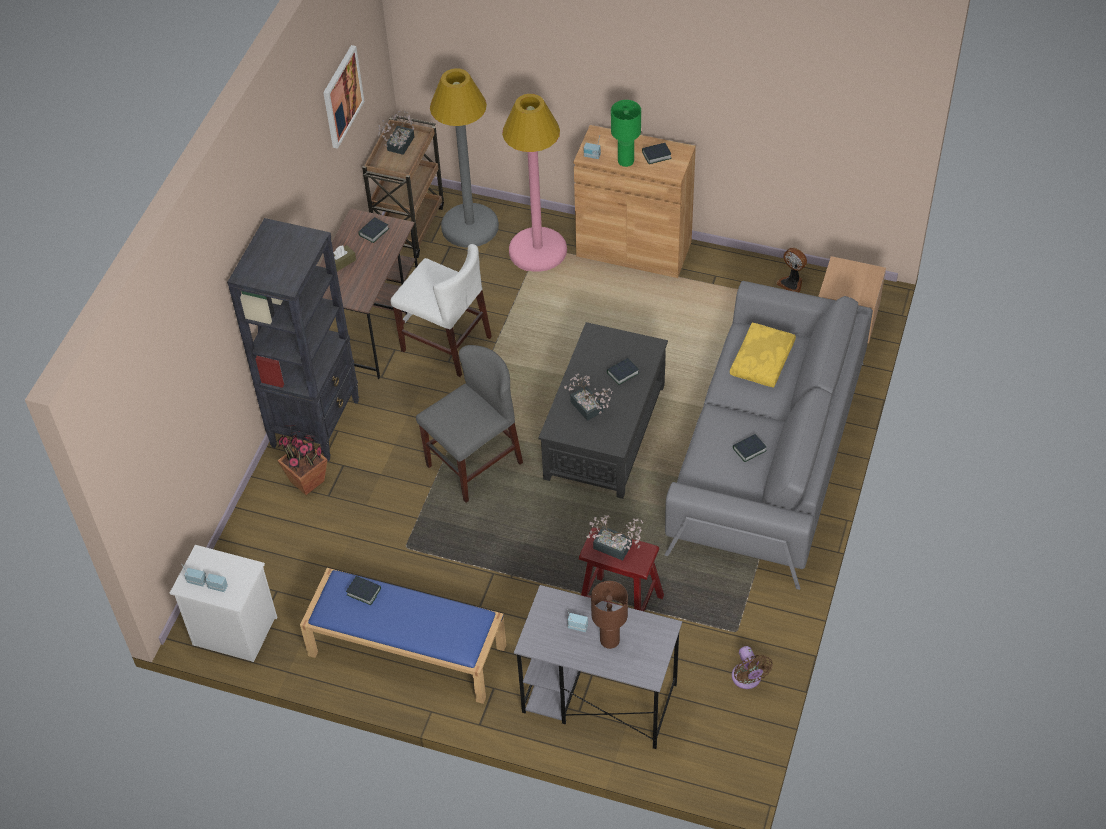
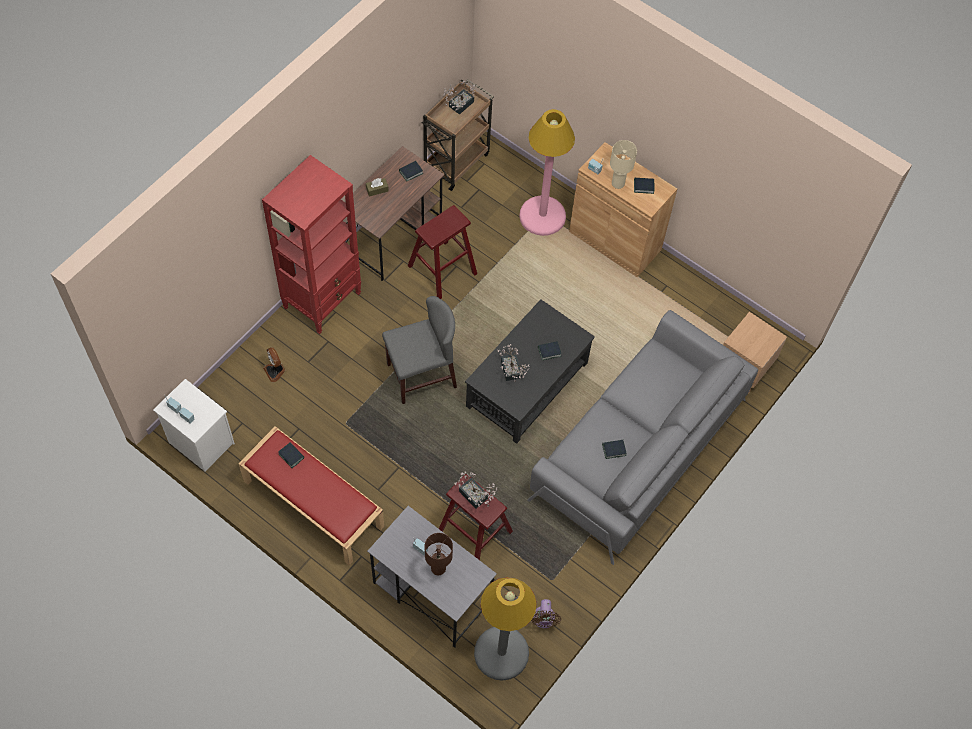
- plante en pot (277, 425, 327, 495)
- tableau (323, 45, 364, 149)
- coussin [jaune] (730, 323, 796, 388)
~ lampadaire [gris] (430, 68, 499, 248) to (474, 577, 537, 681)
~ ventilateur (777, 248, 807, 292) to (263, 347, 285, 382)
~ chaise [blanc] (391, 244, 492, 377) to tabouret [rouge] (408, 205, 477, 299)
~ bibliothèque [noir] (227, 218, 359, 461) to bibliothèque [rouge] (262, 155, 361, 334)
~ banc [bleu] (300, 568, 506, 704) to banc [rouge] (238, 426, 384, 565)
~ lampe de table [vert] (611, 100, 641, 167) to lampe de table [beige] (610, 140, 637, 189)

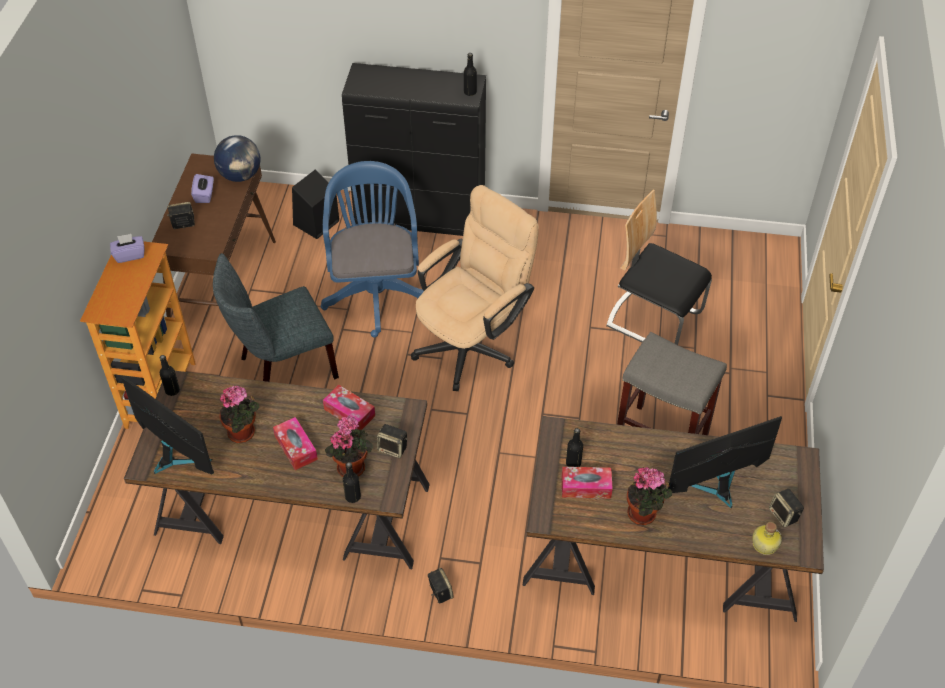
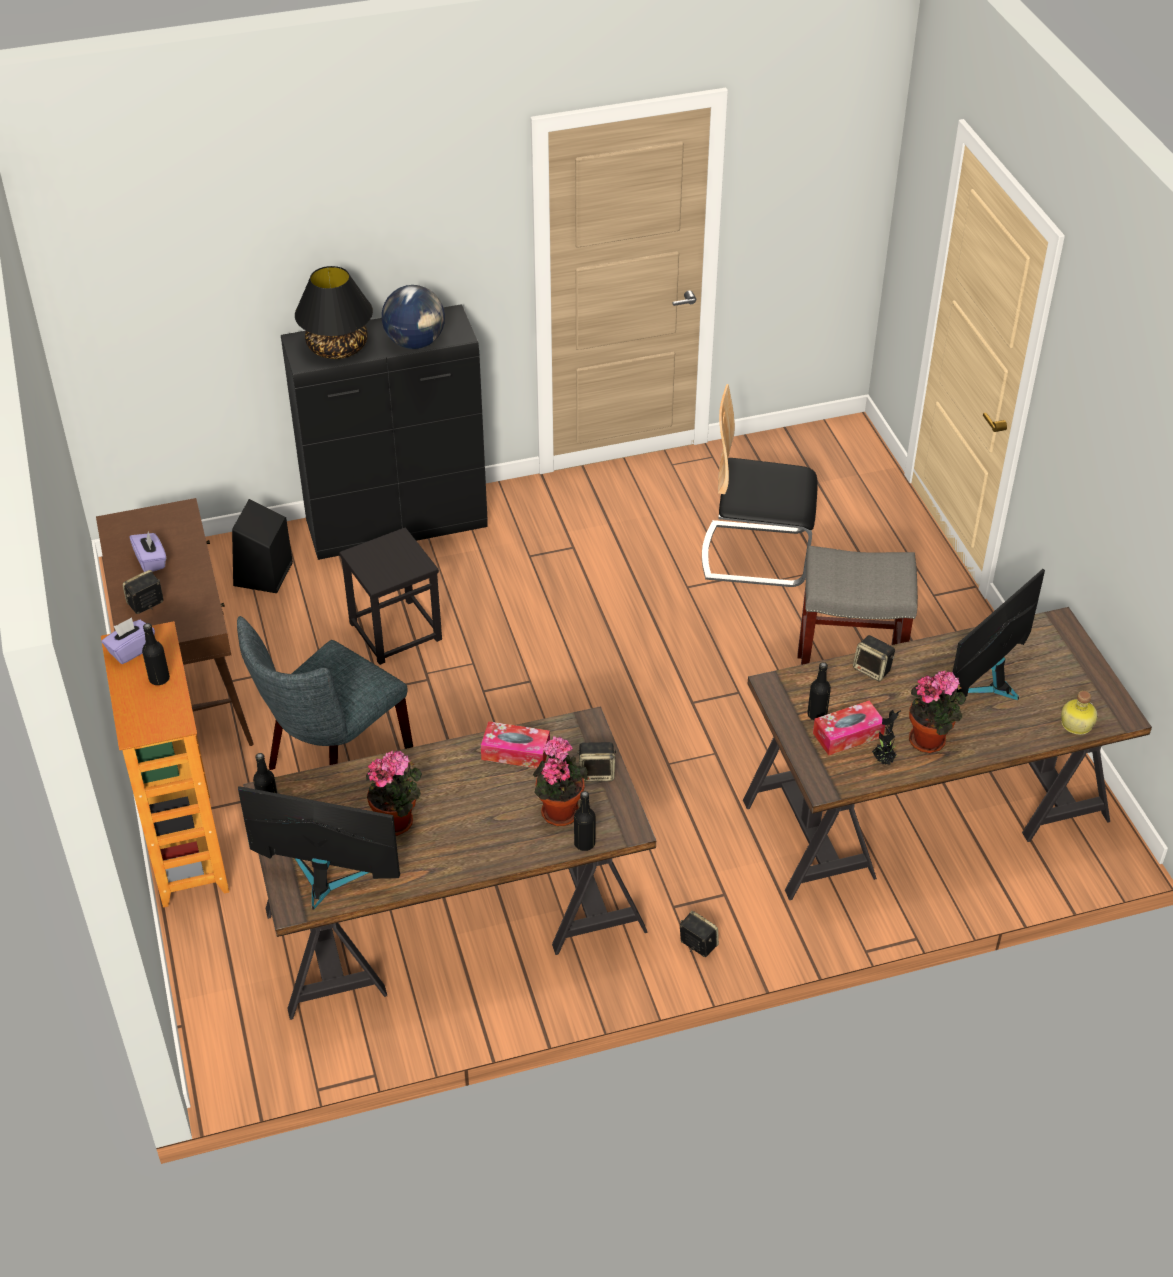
- boîte à mouchoirs (273, 417, 318, 470)
- chaise de bureau [beige] (411, 185, 539, 391)
+ lampe de table [noir] (295, 266, 373, 359)
+ plante en pot (872, 710, 901, 766)
~ globe (214, 135, 261, 182) to (382, 285, 445, 349)
~ bouteille [noir] (464, 53, 477, 96) to (142, 623, 170, 685)
~ enceinte (769, 489, 804, 528) to (853, 635, 895, 682)
~ chaise de bureau [bleu] (321, 161, 424, 338) to tabouret [noir] (339, 527, 442, 665)

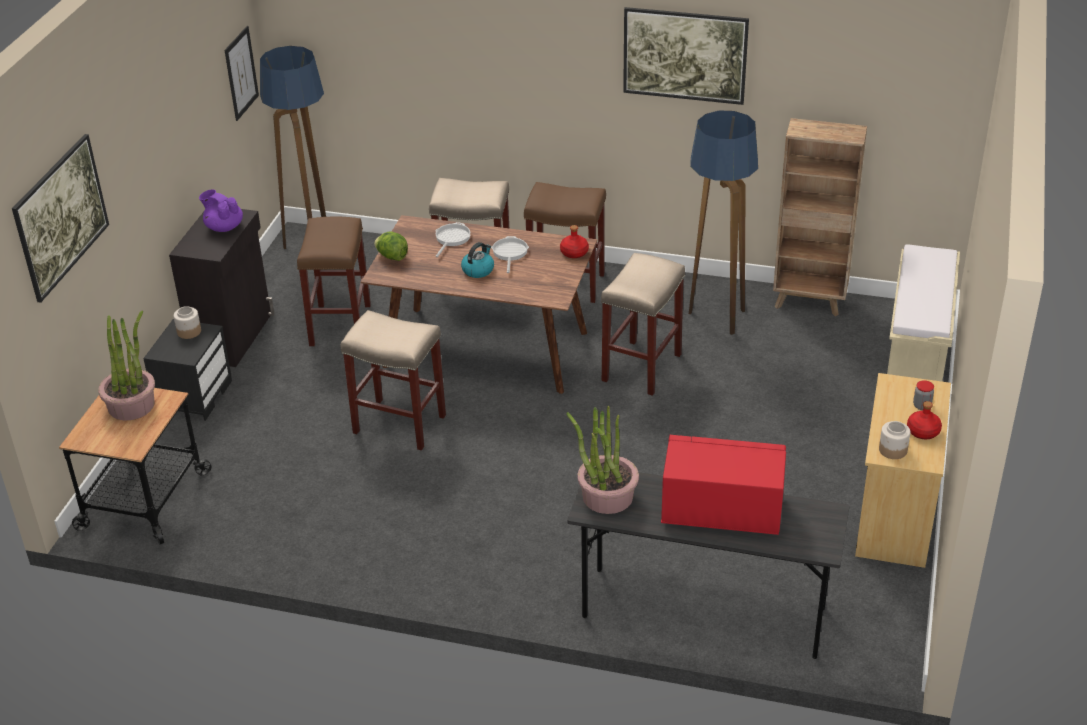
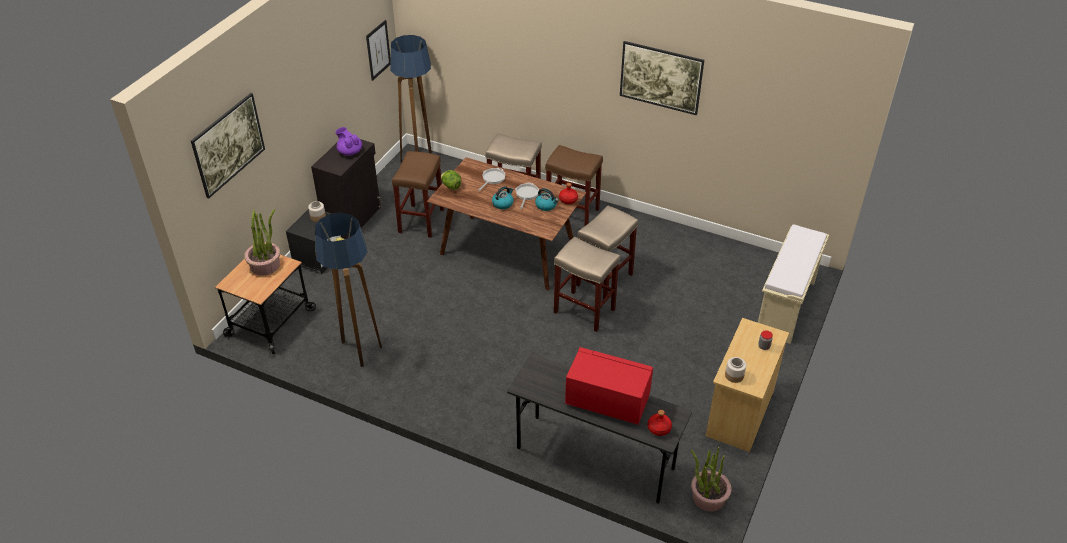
- bibliothèque [marron] (773, 118, 867, 316)
+ bouilloire (535, 188, 559, 211)
~ tabouret [beige] (341, 310, 446, 451) to (554, 236, 620, 332)
~ plante en pot (567, 406, 639, 514) to (691, 447, 732, 512)
~ lampadaire (689, 111, 758, 335) to (315, 213, 382, 367)
~ bouteille [rouge] (907, 401, 942, 439) to (648, 410, 672, 436)

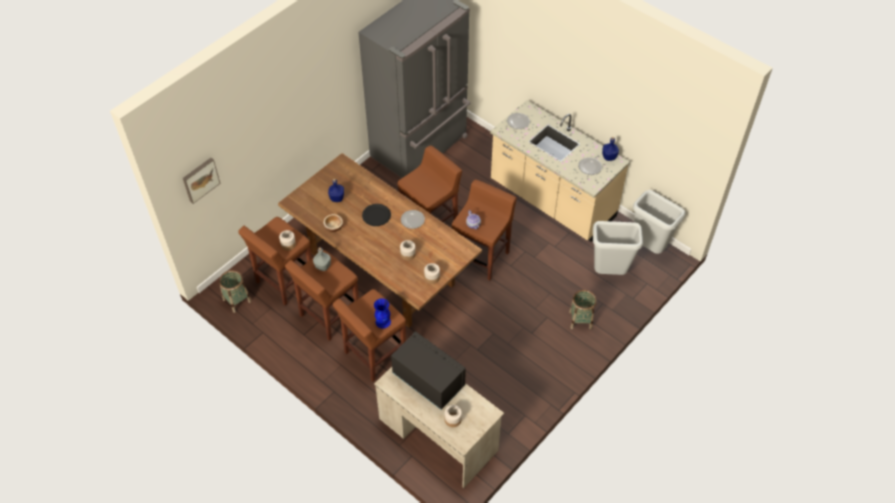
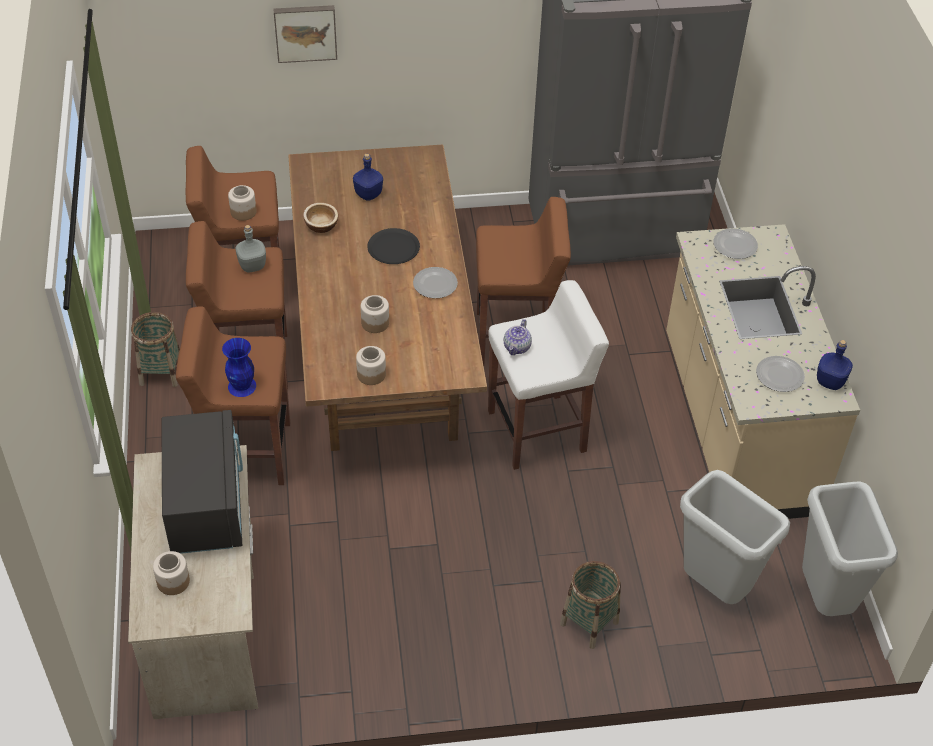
~ tableau (183, 158, 220, 204) to (273, 5, 337, 63)
~ panier (219, 270, 251, 313) to (131, 312, 180, 387)
~ tabouret [marron] (452, 179, 517, 281) to tabouret [blanc] (488, 280, 609, 470)

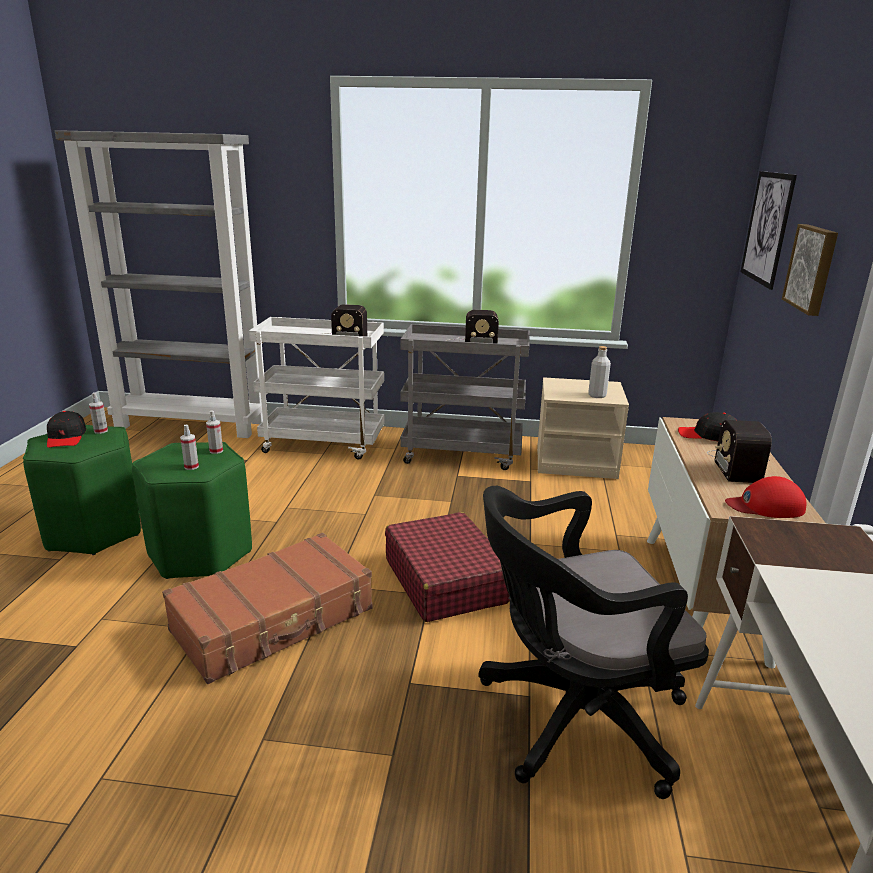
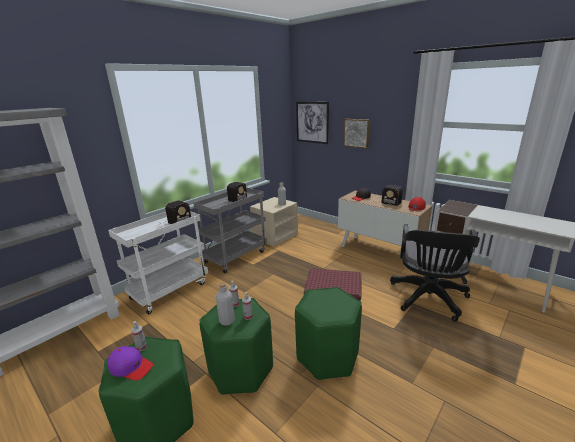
+ bouteille [gris] (216, 282, 235, 326)
~ valise [marron] (162, 533, 373, 684) to tabouret [vert] (295, 287, 362, 380)
~ casquette [noir] (47, 411, 86, 448) to casquette [violet] (107, 346, 153, 380)

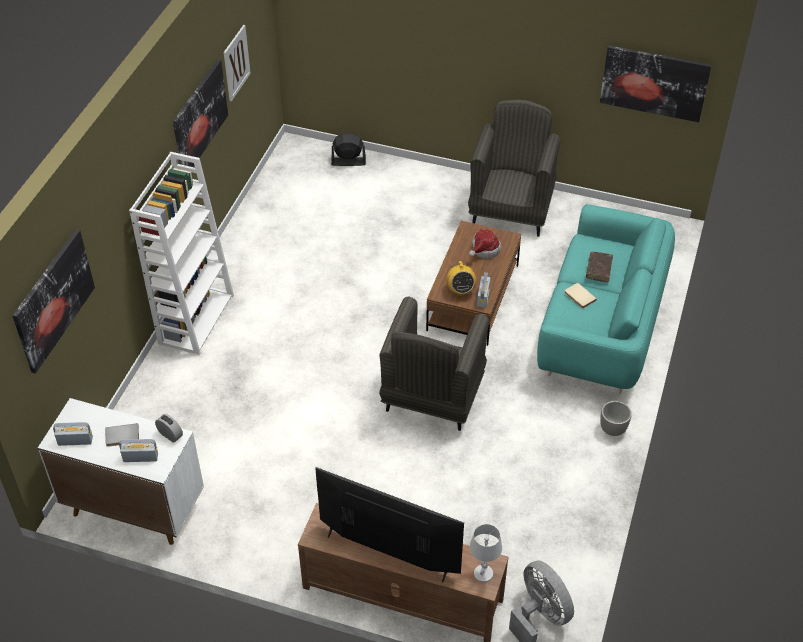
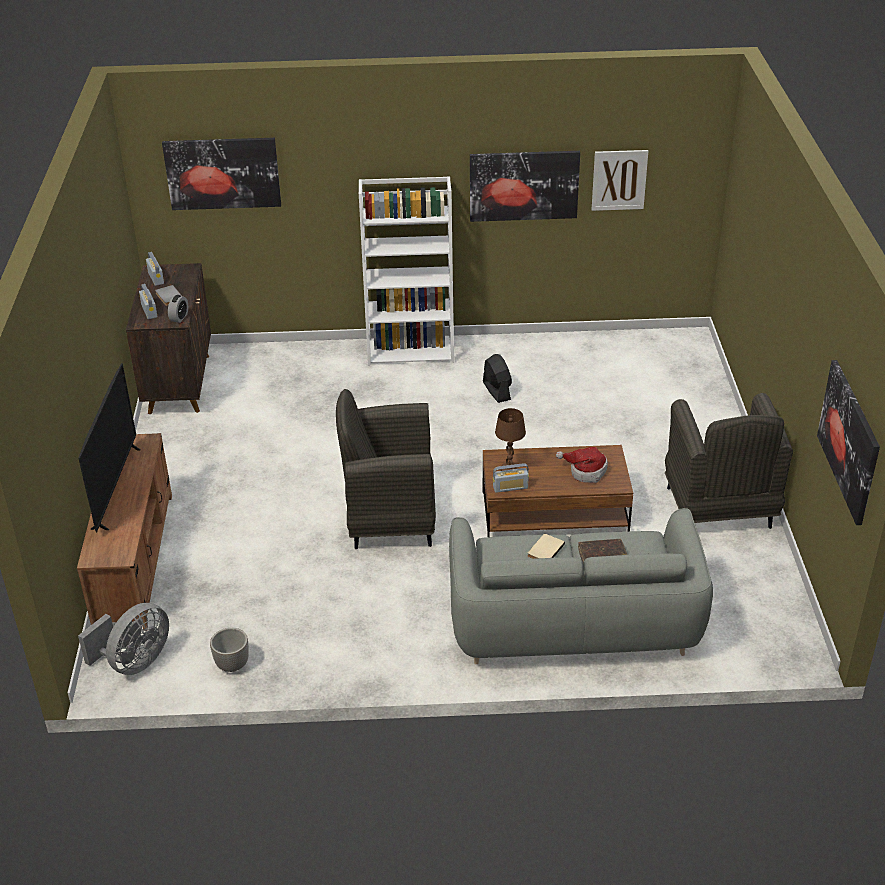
- lampe de table [blanc] (470, 524, 502, 583)
~ ventilateur [noir] (331, 133, 366, 166) to (483, 354, 512, 403)
~ cache-pot (600, 401, 632, 436) to (210, 628, 249, 672)
~ radio (446, 261, 476, 296) to lampe de table [marron] (495, 408, 526, 471)
~ meuble de rangement [blanc] (38, 398, 204, 545) to meuble de rangement [marron] (126, 263, 211, 414)
~ canapé [turquoise] (537, 204, 675, 394) to canapé [gris] (449, 508, 713, 664)
~ fauteuil [gris] (468, 100, 561, 237) = (665, 393, 793, 529) 90 degrees clockwise

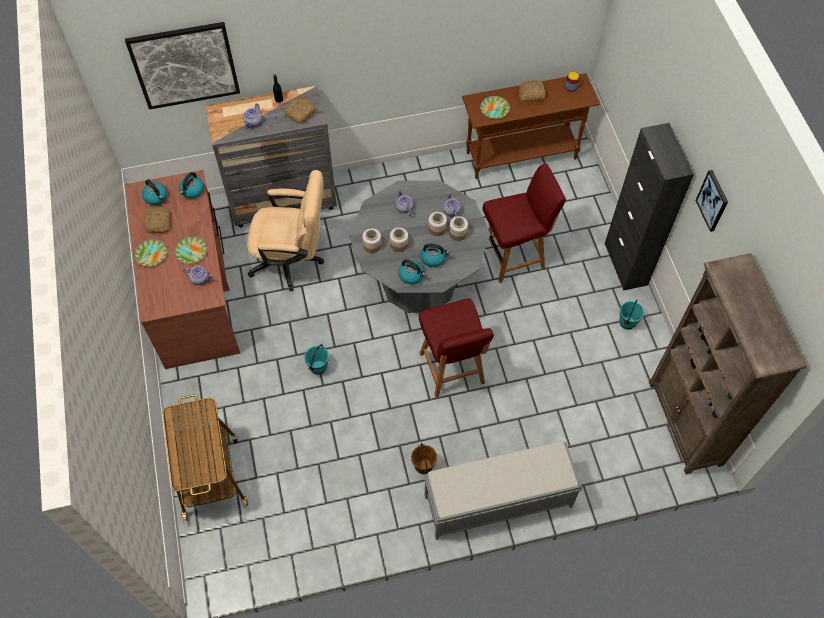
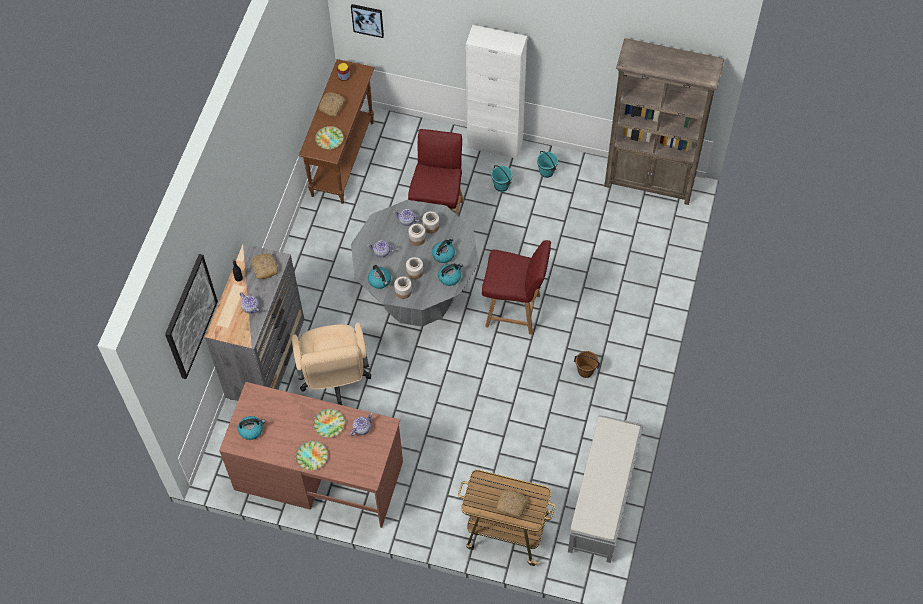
~ pain (144, 207, 170, 233) to (497, 490, 528, 518)
~ bouilloire (179, 172, 204, 199) to (368, 265, 391, 289)
~ seau [turquoise] (304, 344, 329, 375) to (491, 165, 512, 192)
~ banc [gris] (424, 441, 582, 540) to (568, 415, 644, 563)
~ tableau (695, 170, 728, 232) to (351, 4, 384, 38)
~ meuble de rangement [noir] (605, 123, 694, 291) to meuble de rangement [blanc] (466, 25, 527, 159)
~ chaise de bureau [beige] (247, 170, 324, 291) = (292, 323, 371, 405) 135 degrees clockwise

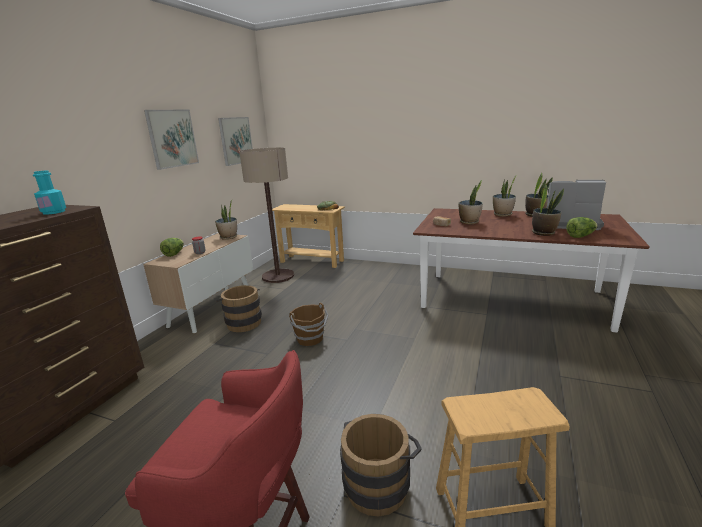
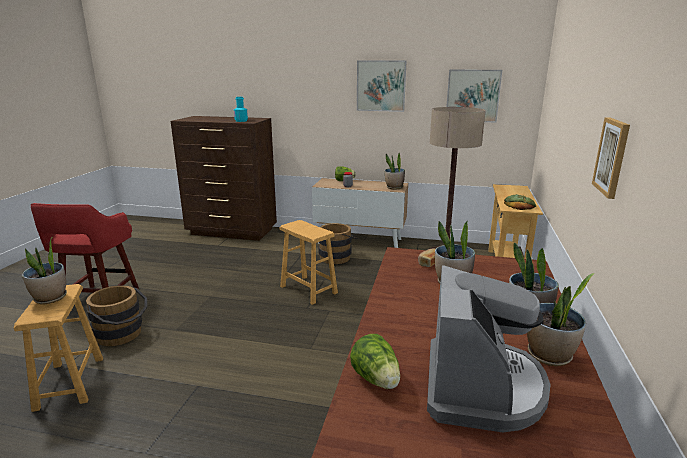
+ tableau (592, 117, 630, 199)
~ plante en pot (532, 184, 564, 236) to (22, 237, 67, 304)
~ seau [marron] (289, 303, 329, 346) to tabouret [marron] (280, 220, 338, 305)

